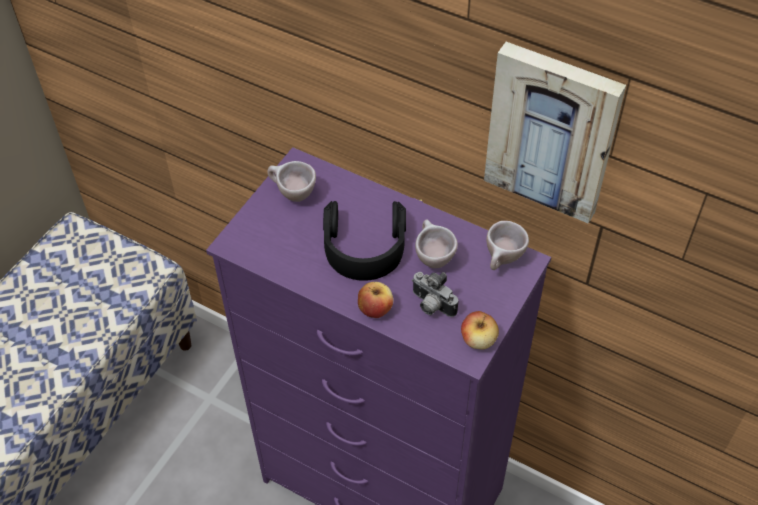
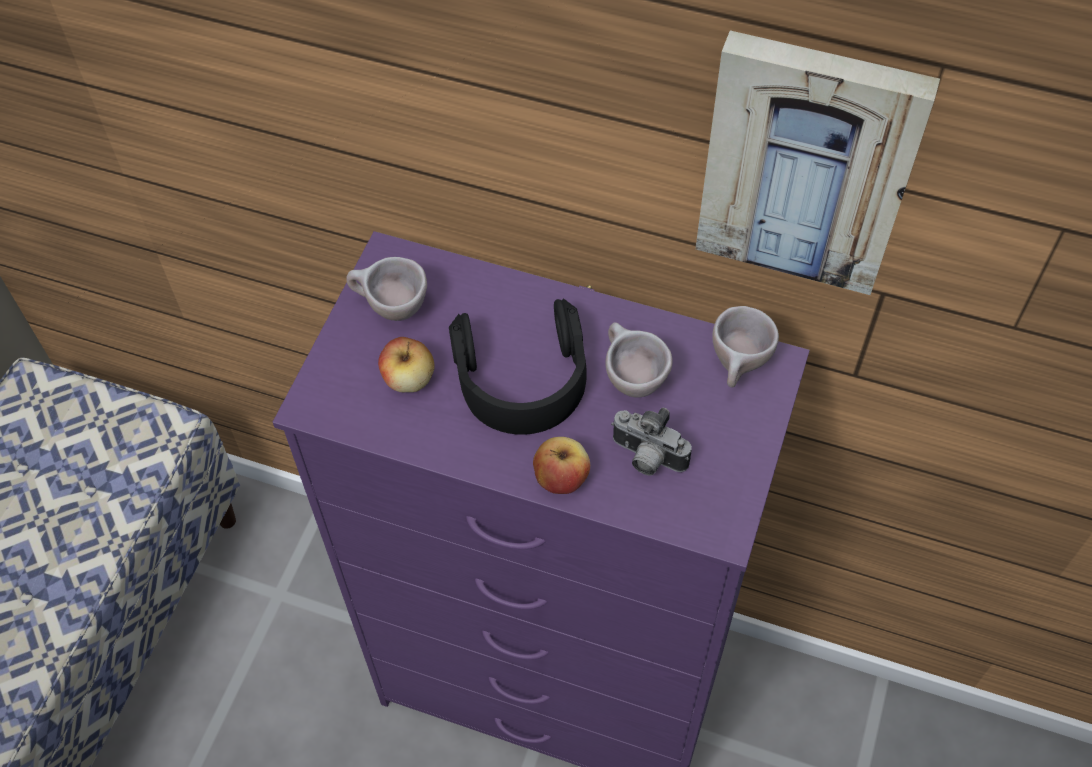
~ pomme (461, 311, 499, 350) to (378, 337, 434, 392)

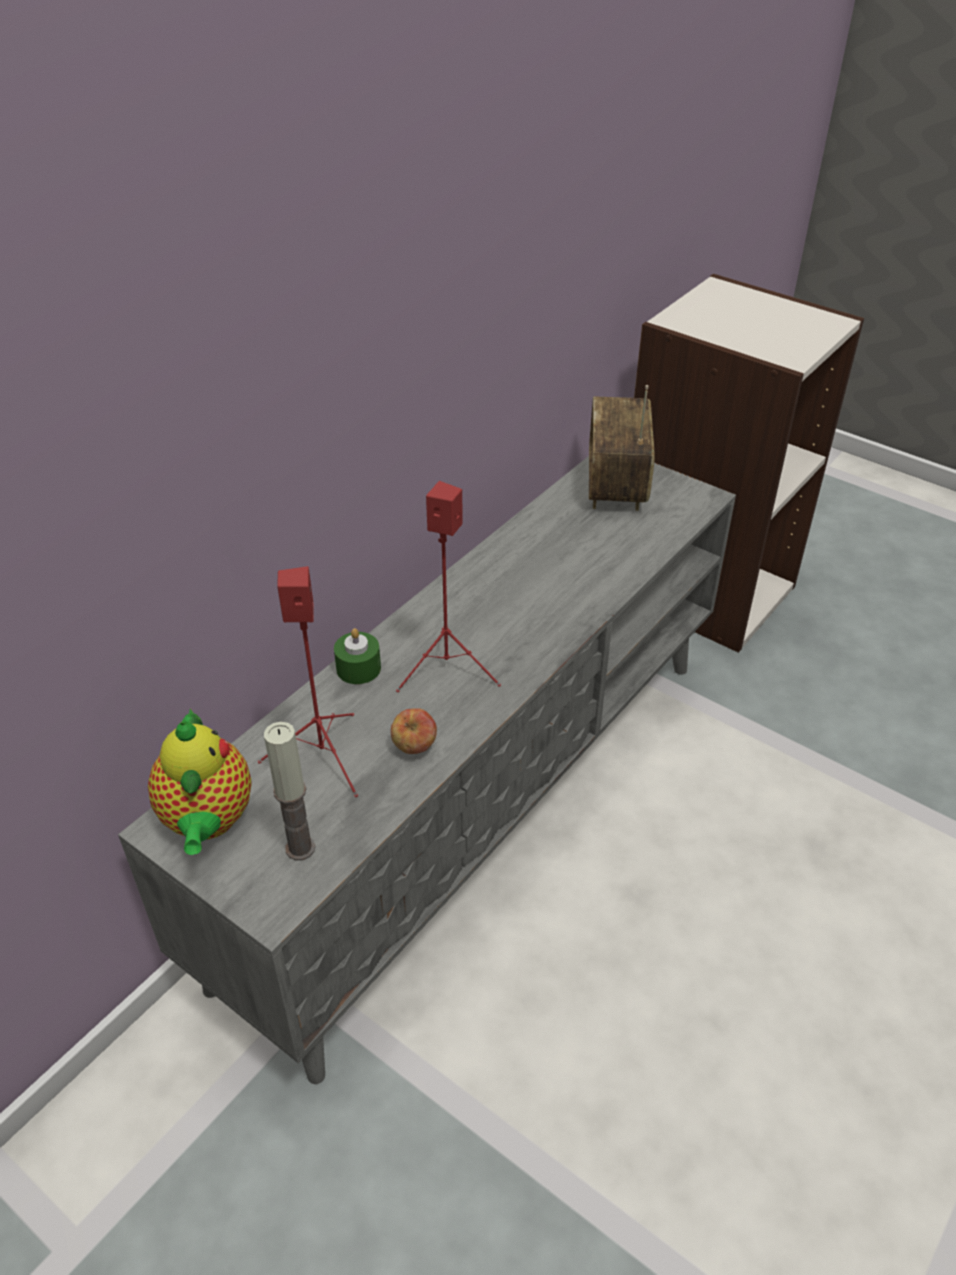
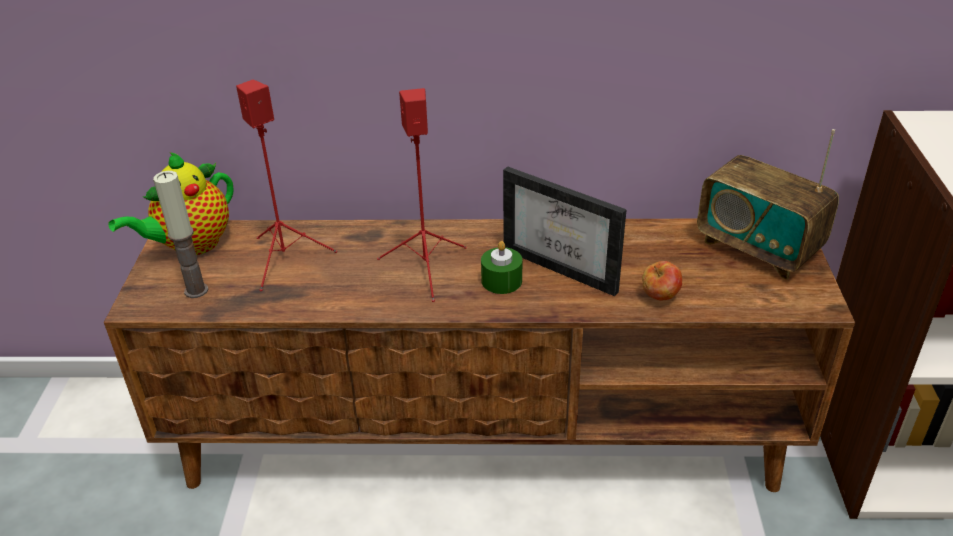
+ cadre photo (503, 167, 627, 296)
~ bougie [vert] (334, 628, 381, 684) to (481, 241, 522, 294)
~ pomme (391, 708, 437, 754) to (642, 261, 682, 300)
~ meuble télé [gris] (118, 456, 736, 1084) to meuble télé [marron] (104, 219, 855, 492)
~ radio (589, 385, 655, 511) = (697, 129, 839, 280) 105 degrees counterclockwise

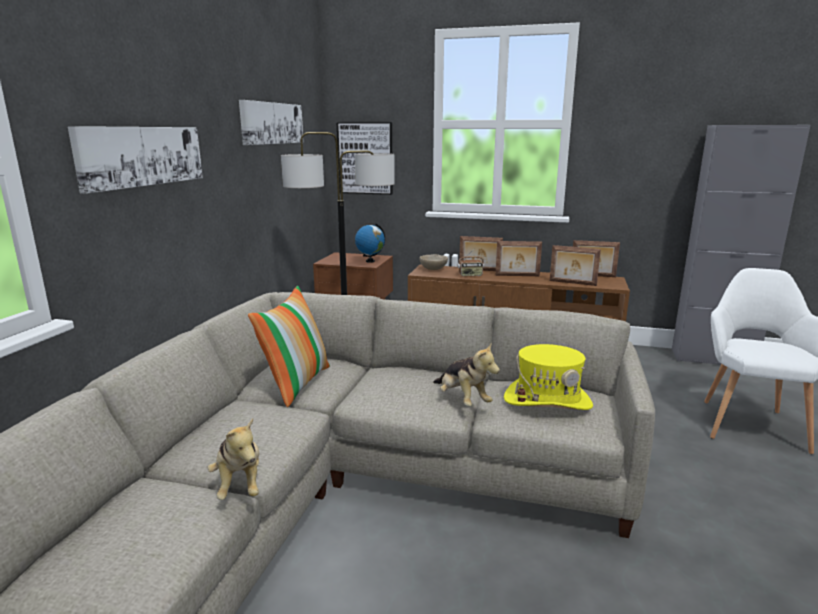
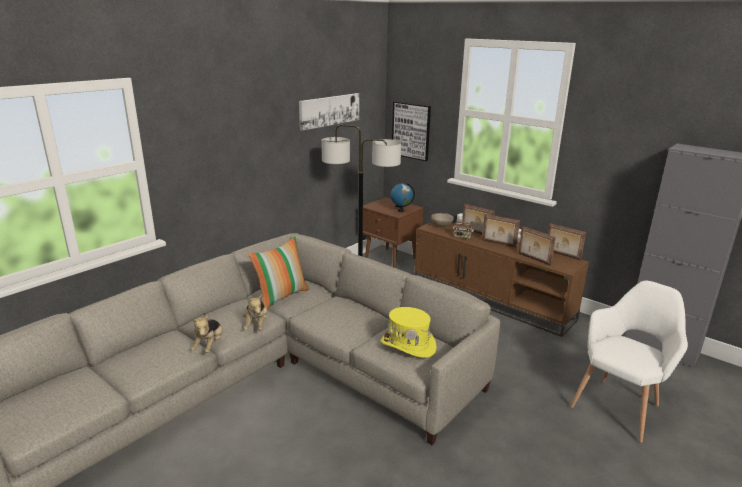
- tableau (68, 126, 203, 194)
~ peluche (433, 344, 500, 406) to (243, 295, 267, 331)

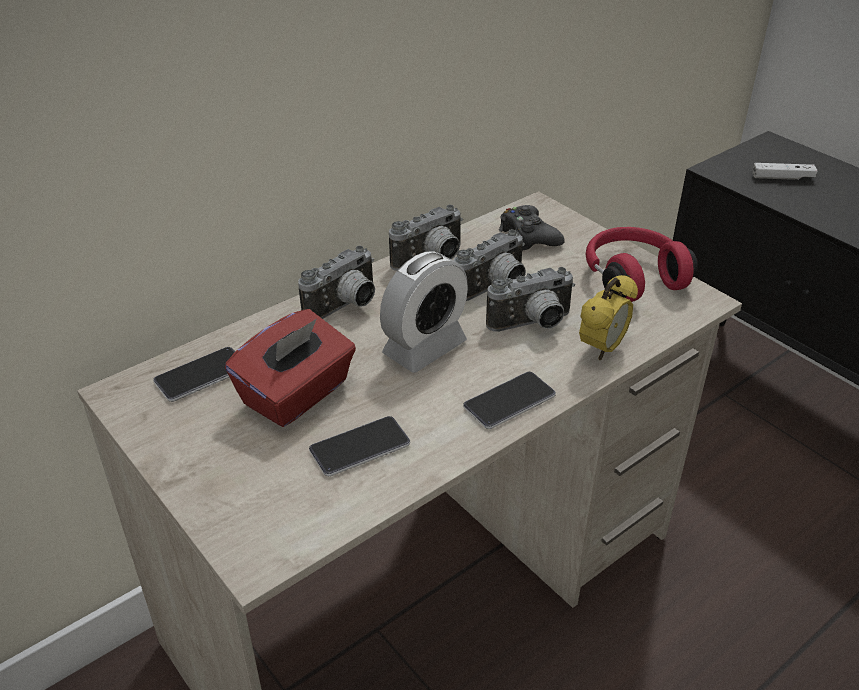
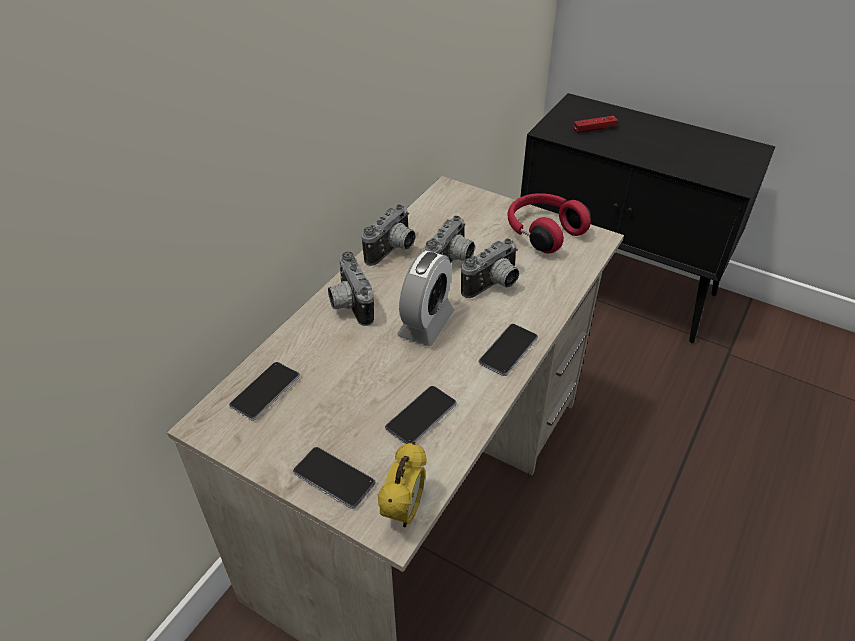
- boîte à mouchoirs [rouge] (225, 309, 356, 427)
- manette [noir] (499, 205, 565, 250)
+ téléphone (293, 447, 376, 509)
~ réveil (579, 275, 638, 360) to (378, 442, 427, 528)
~ manette [blanc] (753, 163, 818, 180) to manette [rouge] (573, 116, 618, 133)
~ appareil photo (298, 245, 375, 319) = (328, 251, 374, 326) 135 degrees clockwise

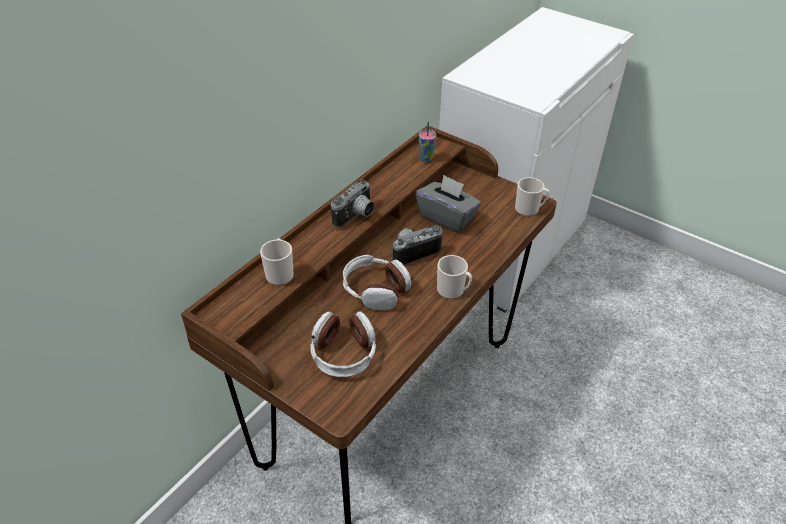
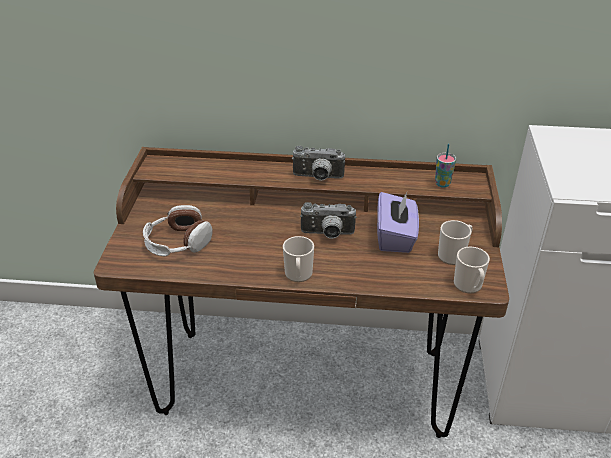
- casque audio (343, 255, 411, 311)
~ mug (260, 238, 294, 286) to (438, 220, 472, 265)
~ boîte à mouchoirs [gris] (416, 175, 481, 233) to boîte à mouchoirs [violet] (377, 192, 419, 253)
~ appareil photo (391, 225, 443, 265) = (300, 202, 357, 239) 150 degrees clockwise

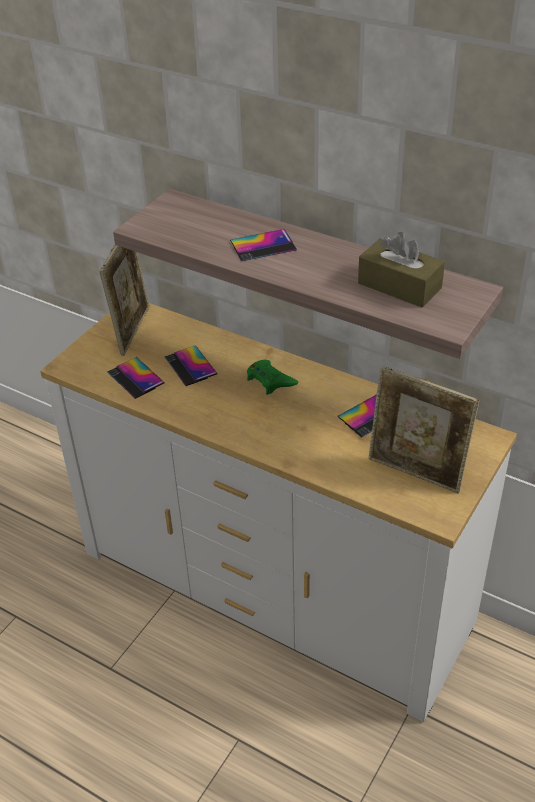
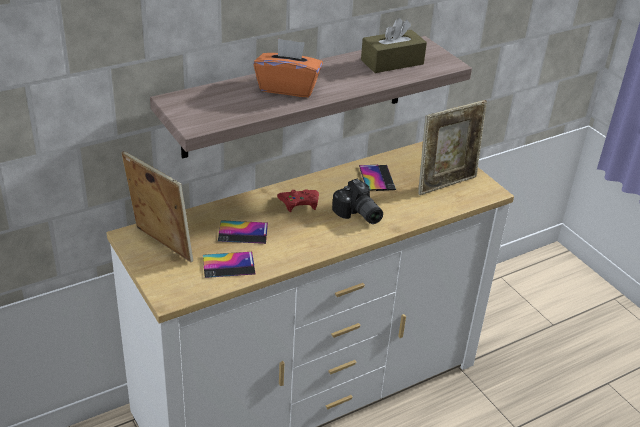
+ appareil photo (332, 179, 383, 224)
~ téléphone (230, 229, 297, 261) to boîte à mouchoirs [orange] (253, 38, 323, 97)
~ manette [vert] (247, 359, 298, 395) to manette [rouge] (277, 189, 319, 212)

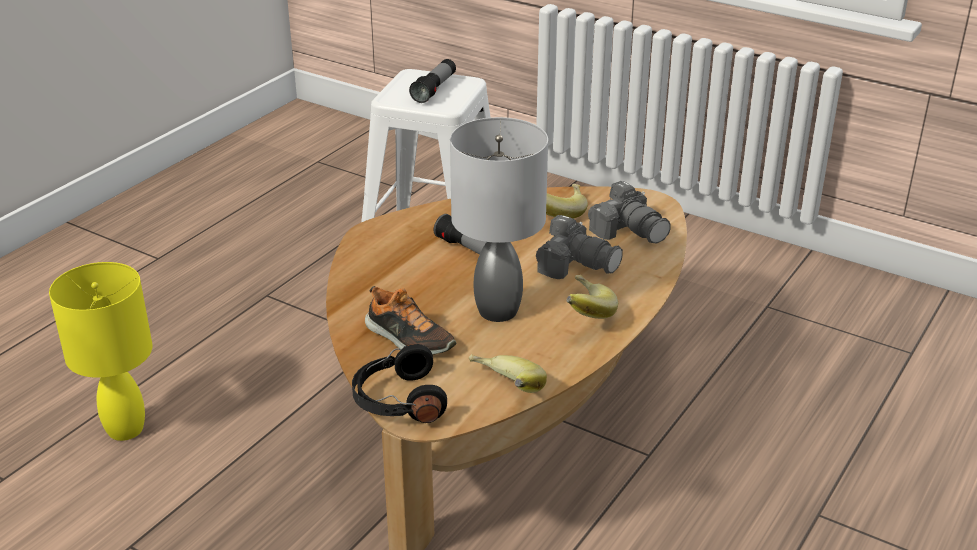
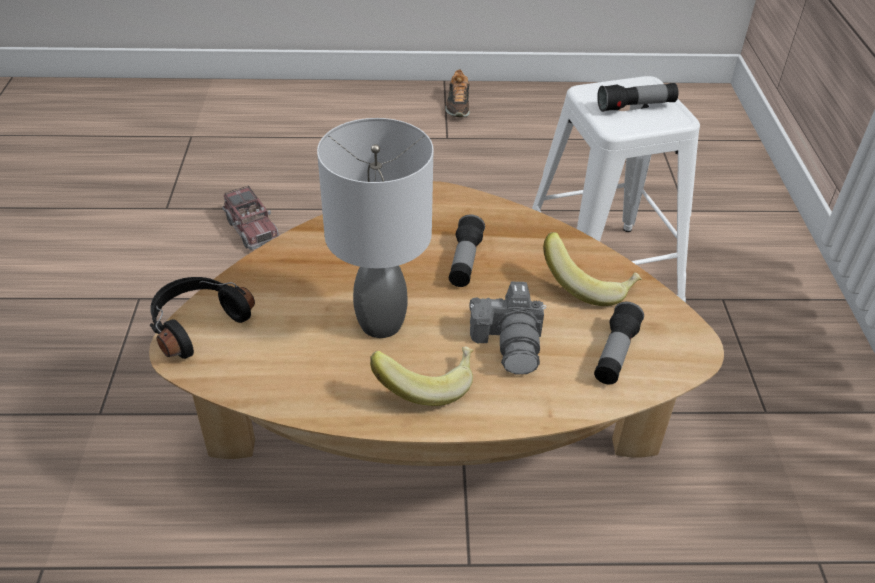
- banane (469, 354, 547, 393)
~ chaussure (365, 286, 456, 355) to (445, 69, 470, 117)
~ lampe de table [jaune] (49, 262, 153, 441) to camion jouet (222, 186, 280, 250)
~ appareil photo (588, 181, 670, 243) to lampe de poche (594, 302, 644, 385)

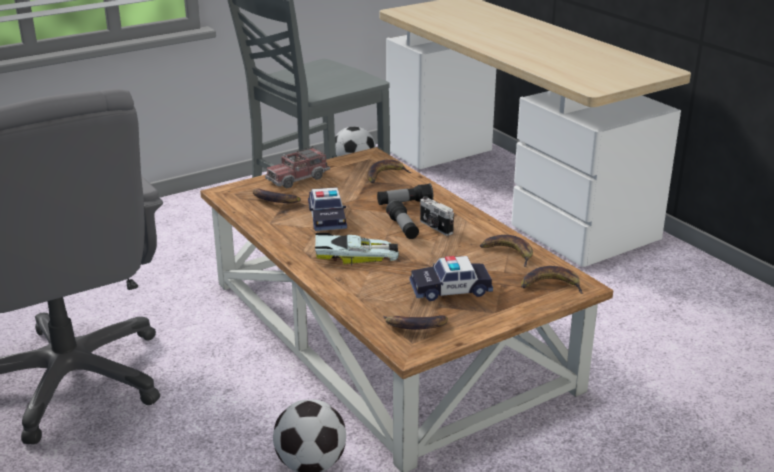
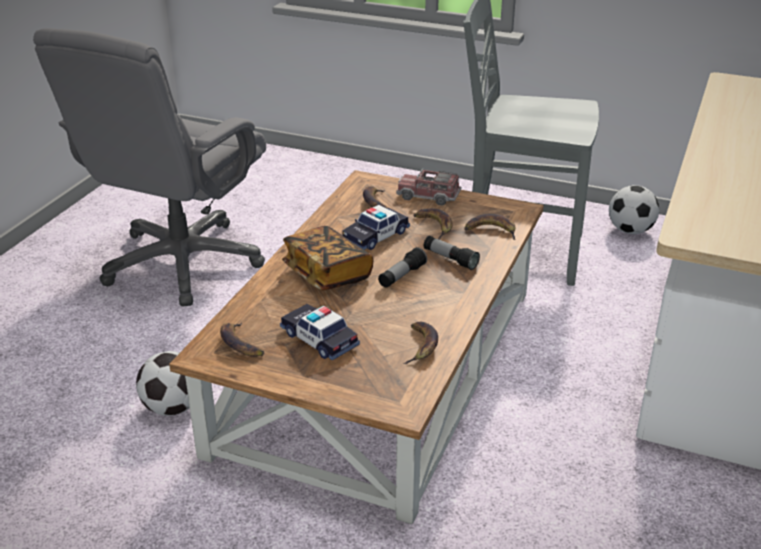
- appareil photo (420, 196, 454, 236)
~ banane (521, 266, 584, 294) to (413, 208, 453, 240)
~ petite voiture (315, 233, 399, 266) to livre (282, 226, 373, 291)

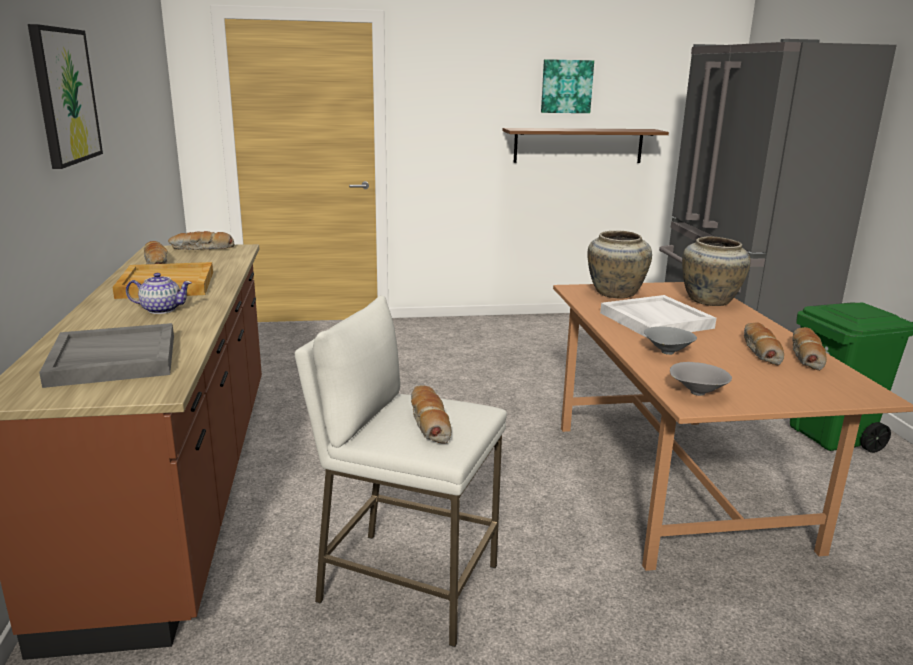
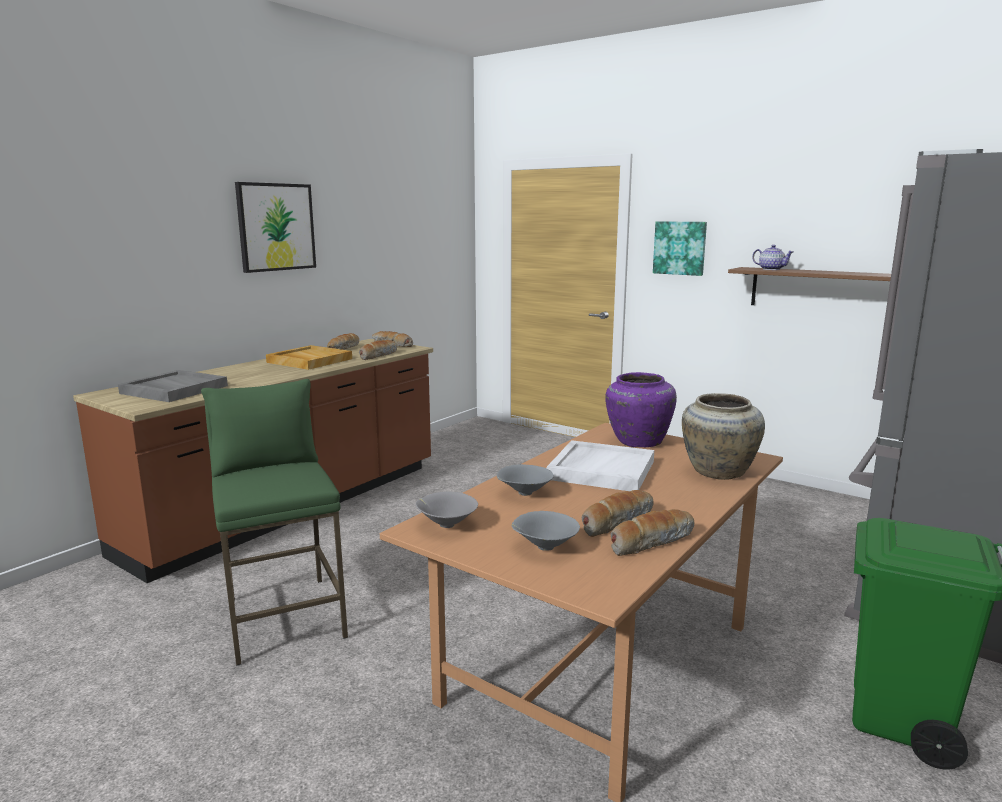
+ bol [gris] (511, 511, 580, 551)
~ théière (126, 273, 192, 314) to (752, 245, 794, 270)
~ pain (411, 385, 451, 444) to (359, 340, 397, 360)
~ tableau (541, 59, 594, 113) to (653, 221, 707, 276)
~ tabouret [blanc] (295, 295, 507, 647) to tabouret [vert] (201, 379, 348, 666)
~ vase [beige] (587, 231, 652, 299) to vase [violet] (605, 372, 677, 447)

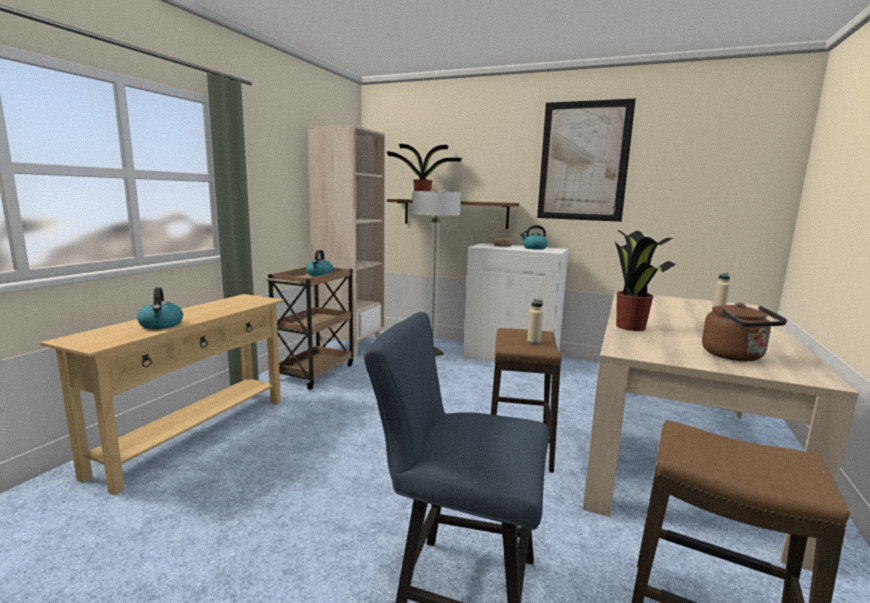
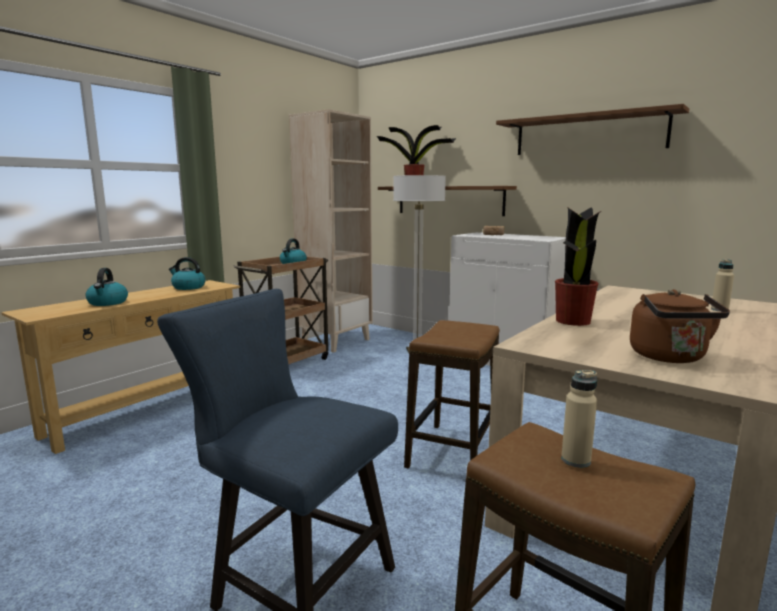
~ bouilloire (520, 225, 548, 250) to (169, 257, 206, 290)
~ bouteille [beige] (527, 298, 543, 344) to (561, 370, 597, 468)
~ tableau (537, 98, 636, 222) to étagère [marron] (496, 104, 689, 155)

